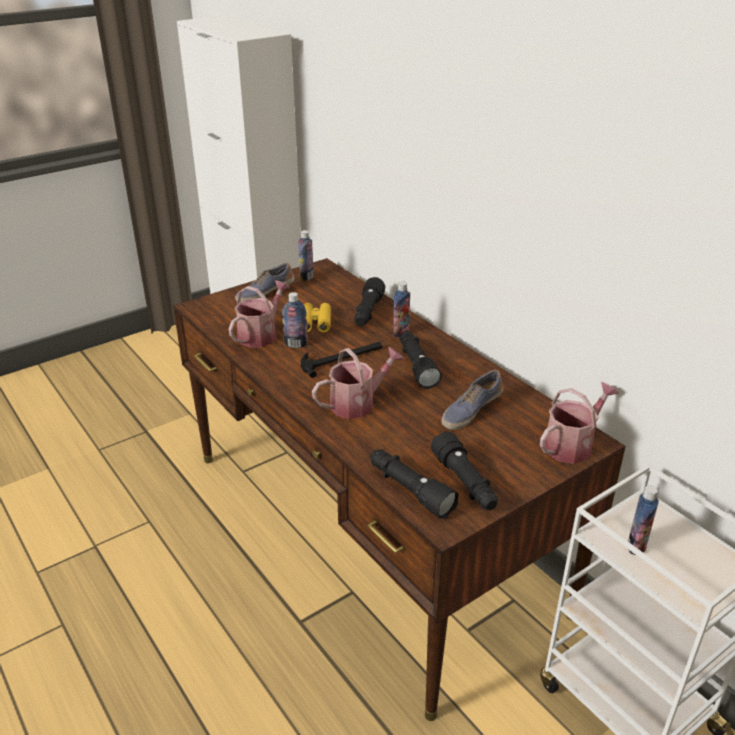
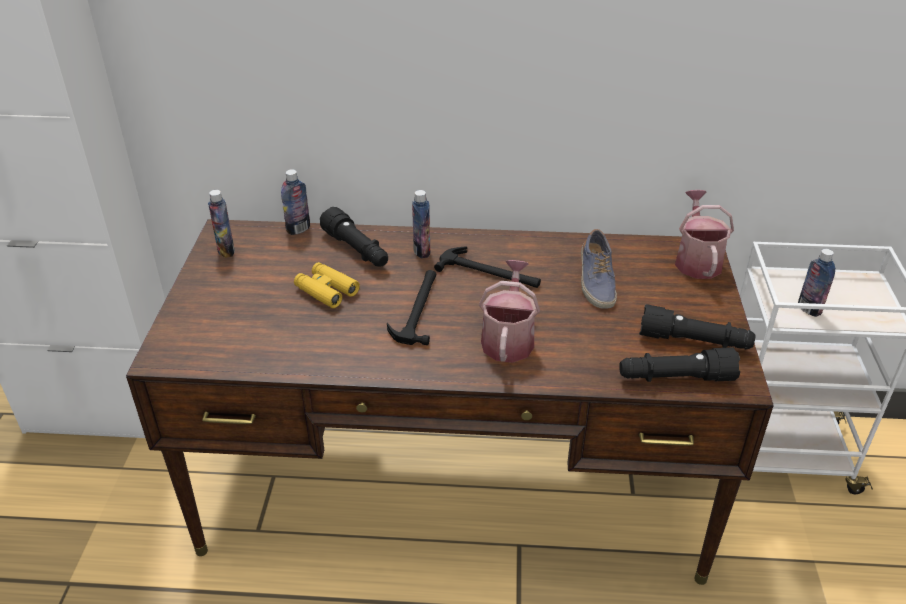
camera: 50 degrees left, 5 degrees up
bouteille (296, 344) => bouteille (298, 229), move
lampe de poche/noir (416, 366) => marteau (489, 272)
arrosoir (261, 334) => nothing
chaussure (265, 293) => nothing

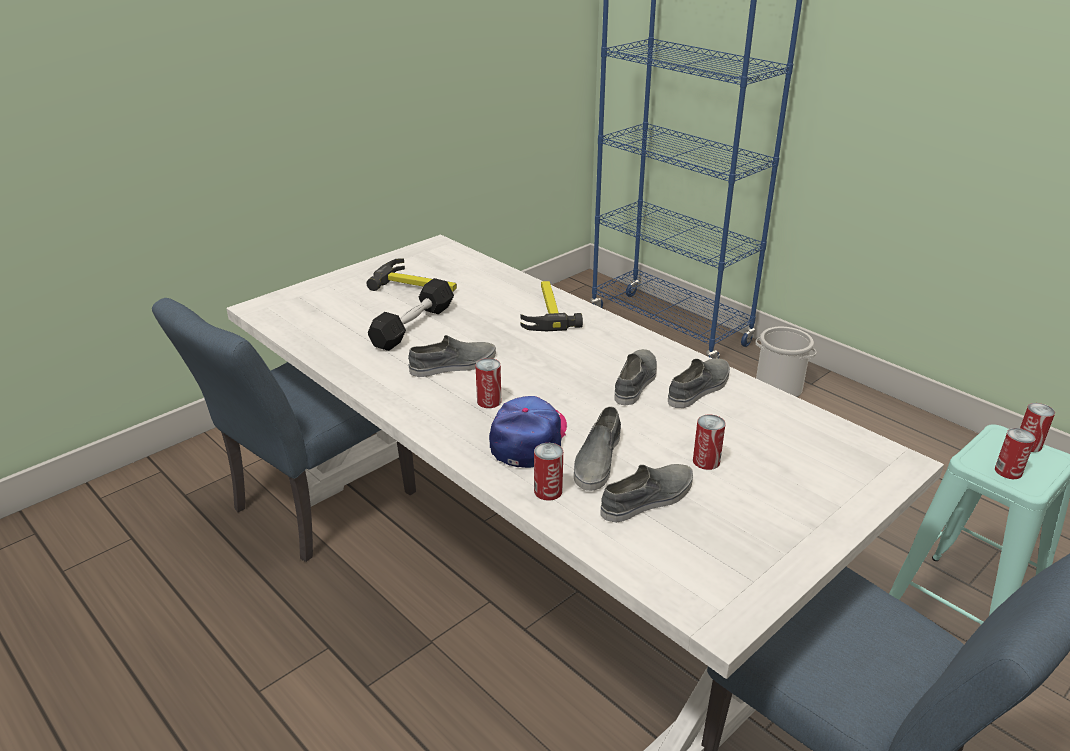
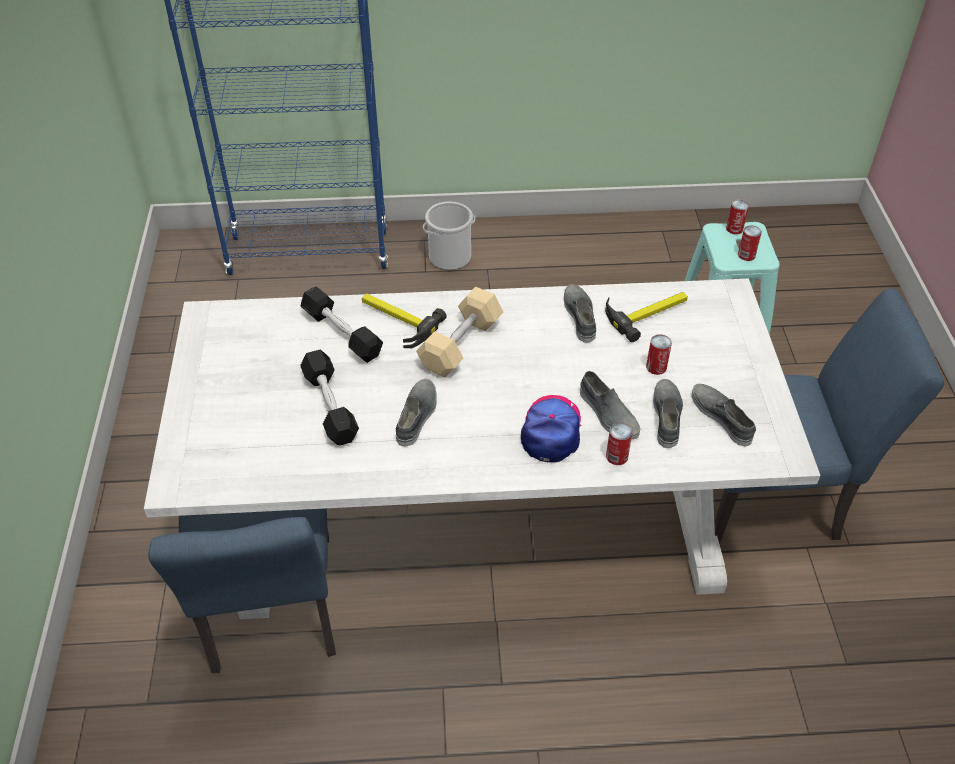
camera: 50 degrees left, 15 degrees up
nothing => haltère/noir (342, 333)
nothing => haltère/beige (460, 345)
casquette (529, 438) => casquette (551, 430), 45 degrees clockwise
marteau (418, 285) => marteau (647, 313), move
chaussure/gris (635, 382) => chaussure/gris (722, 417), move
boîte métallique (489, 401) => nothing

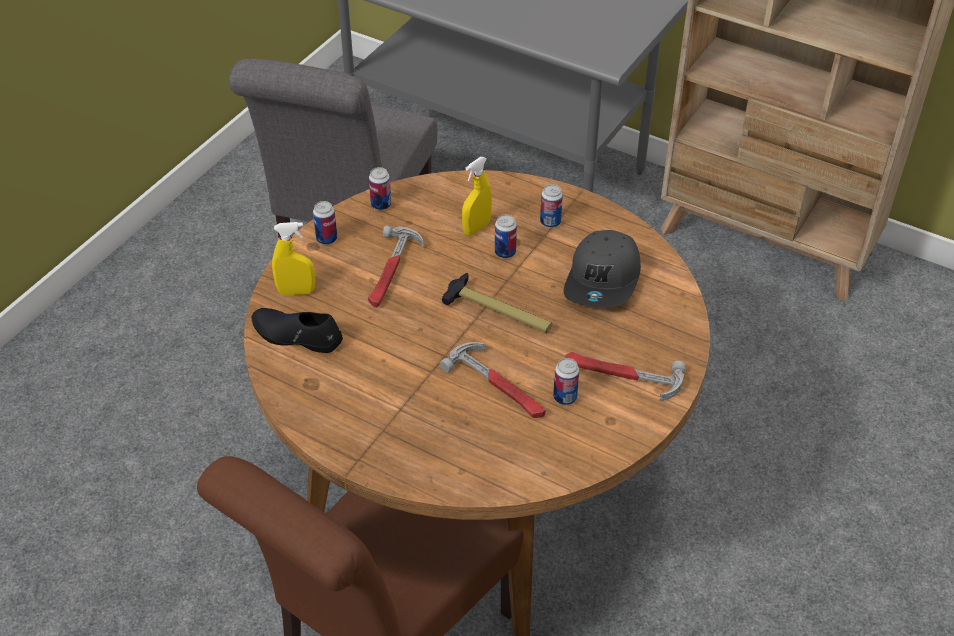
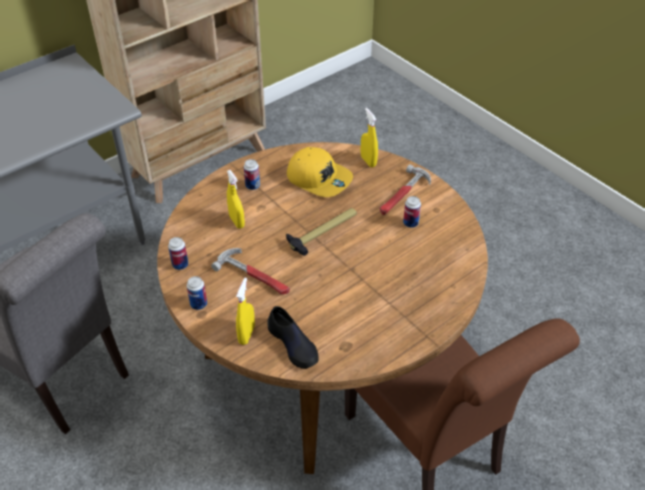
camera: 70 degrees left, 0 degrees up
chaussure/noir (296, 335) => chaussure/noir (293, 344), 75 degrees counterclockwise
casquette/gris (603, 280) => casquette/jaune (319, 178)
nothing => vaporisateur/jaune (368, 161)
marteau (499, 385) => nothing
boîte métallique (505, 252) => nothing

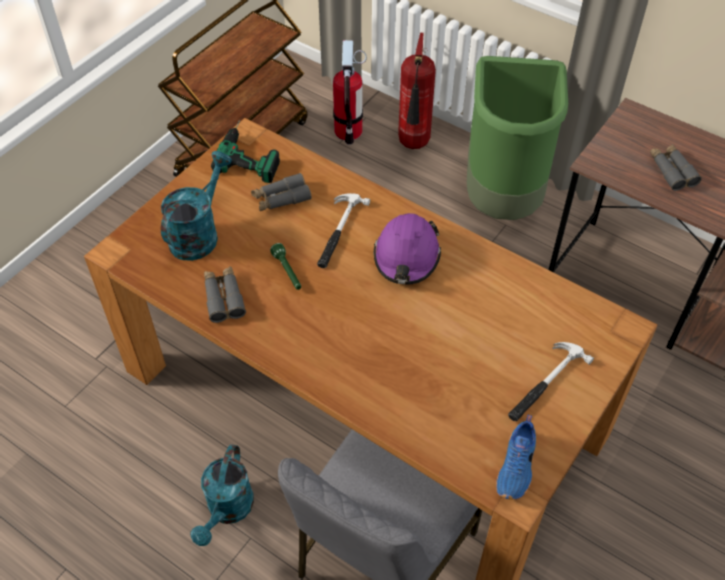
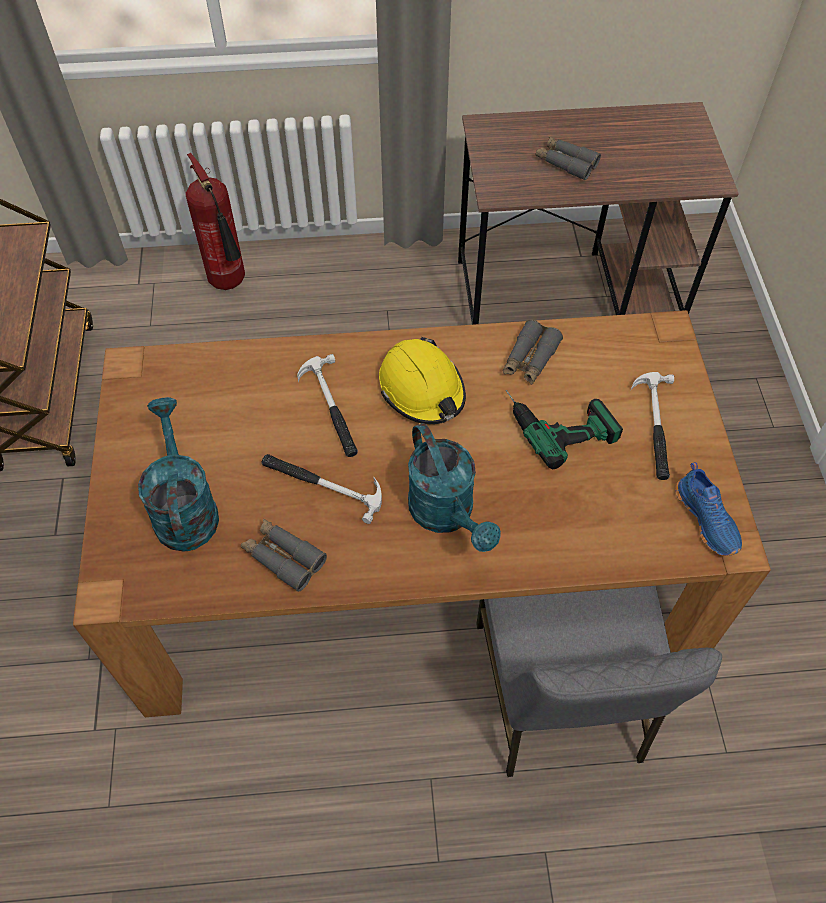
camera: 40 degrees left, 5 degrees up
lampe de poche/vert (287, 272) => marteau (322, 484)
casque de chantier/violet (406, 257) => casque de chantier/jaune (422, 390)
arrosoir/turquoise (227, 510) => arrosoir/turquoise (447, 515), move
jumelles/gris (281, 199) => jumelles/gris (530, 359), move
perceuse (251, 153) => perceuse (557, 420), move
extincteur (348, 131) => nothing
poubelle/vert (503, 200) => nothing

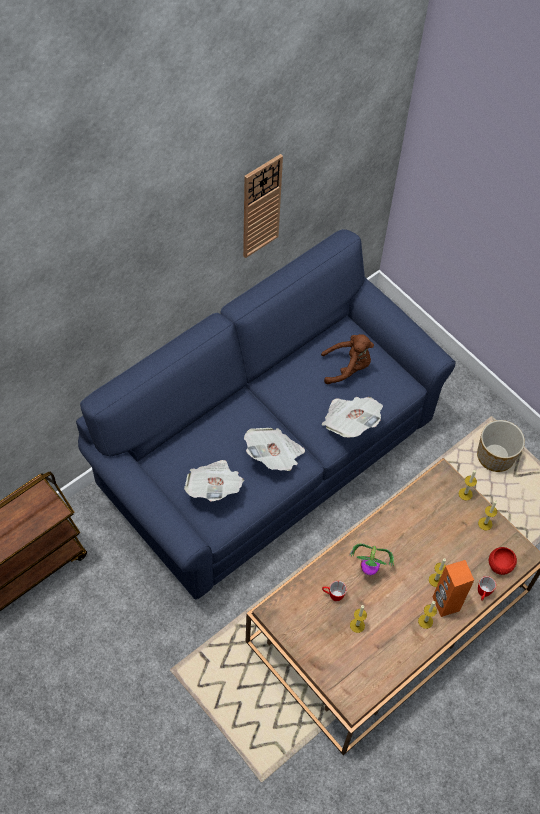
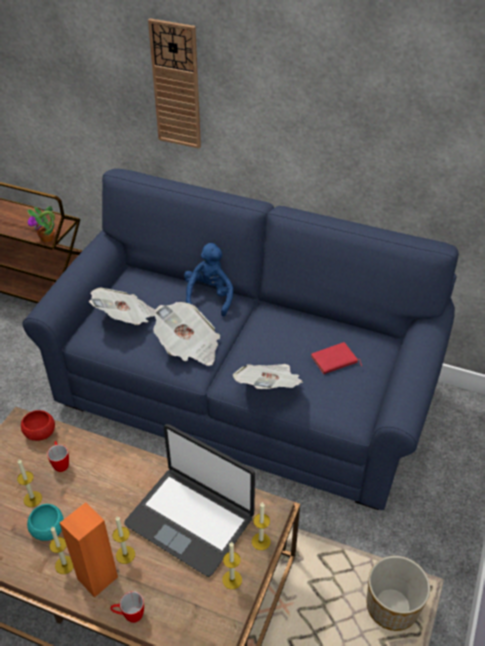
camera: 65 degrees right, 15 degrees down
bol/rouge (499, 565) => bol/rouge (40, 434), move
nothing => bol/turquoise (48, 530)
plante en pot (369, 568) => plante en pot (47, 238), move
nothing => ordinateur portable (190, 520)
horloge murale (261, 206) => horloge murale (176, 85), move
nothing => peluche/bleu (209, 297)
peluche/marron (347, 367) => livre/rouge (334, 361)

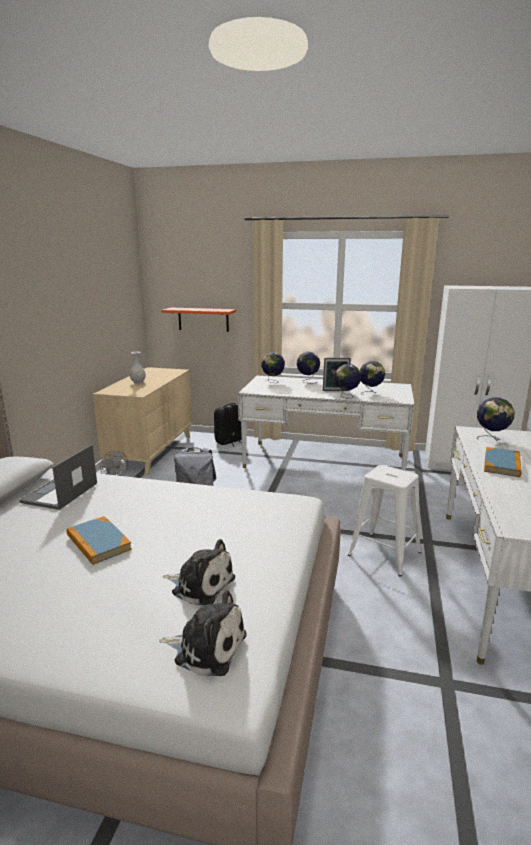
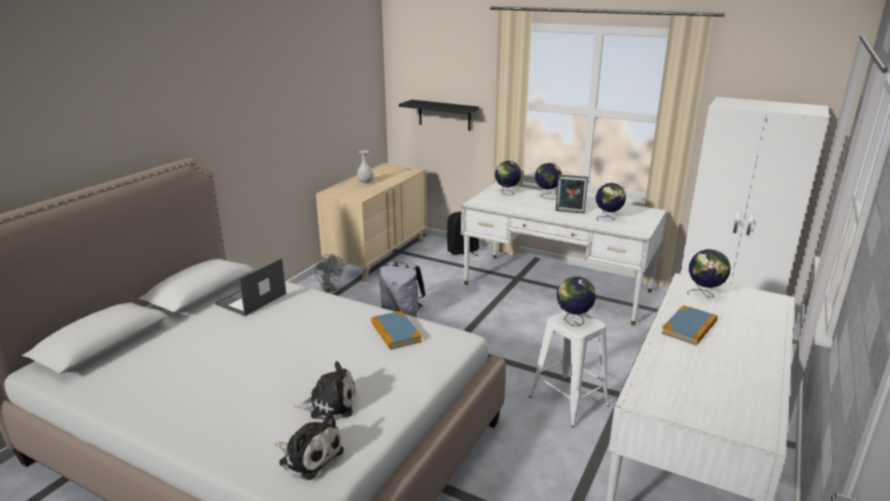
camera: 15 degrees right, 5 degrees up
peluche (200, 584) => peluche (329, 404), 45 degrees counterclockwise
livre (98, 542) => livre (395, 332), move
étagère/orange (203, 319) => étagère/noir (444, 115)
globe (346, 397) => globe (573, 321), move

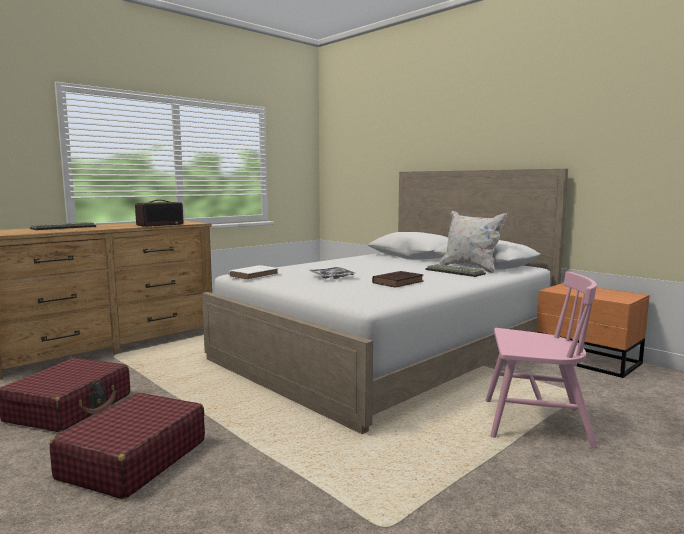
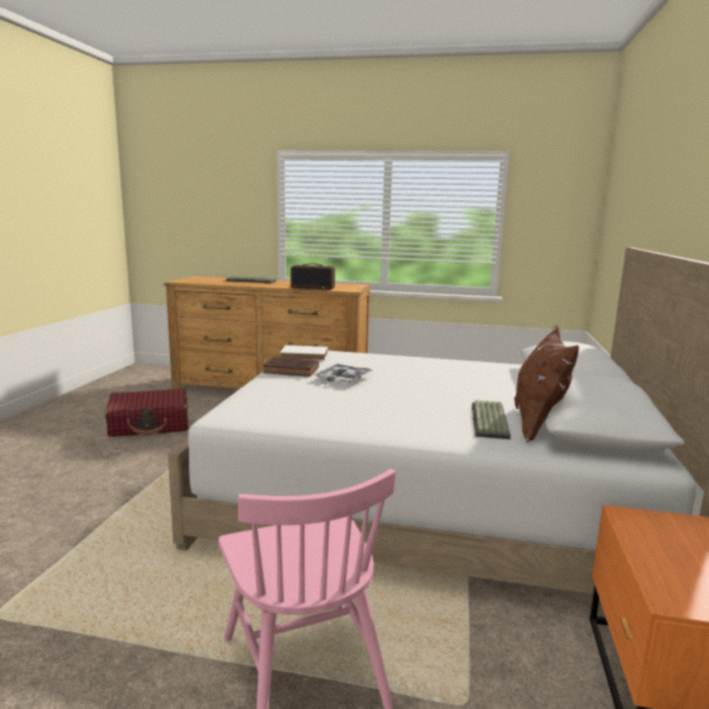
camera: 55 degrees right, 5 degrees up
livre/marron (398, 282) => livre/marron (292, 370), move
coussin/blanc (470, 268) => coussin/marron (538, 424)
valise/rouge (133, 459) => nothing

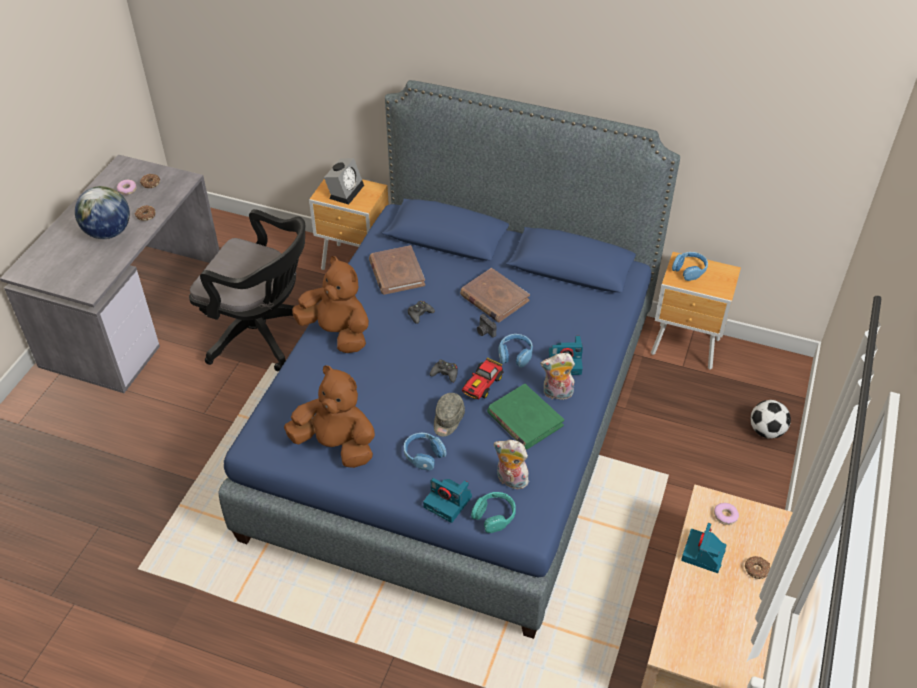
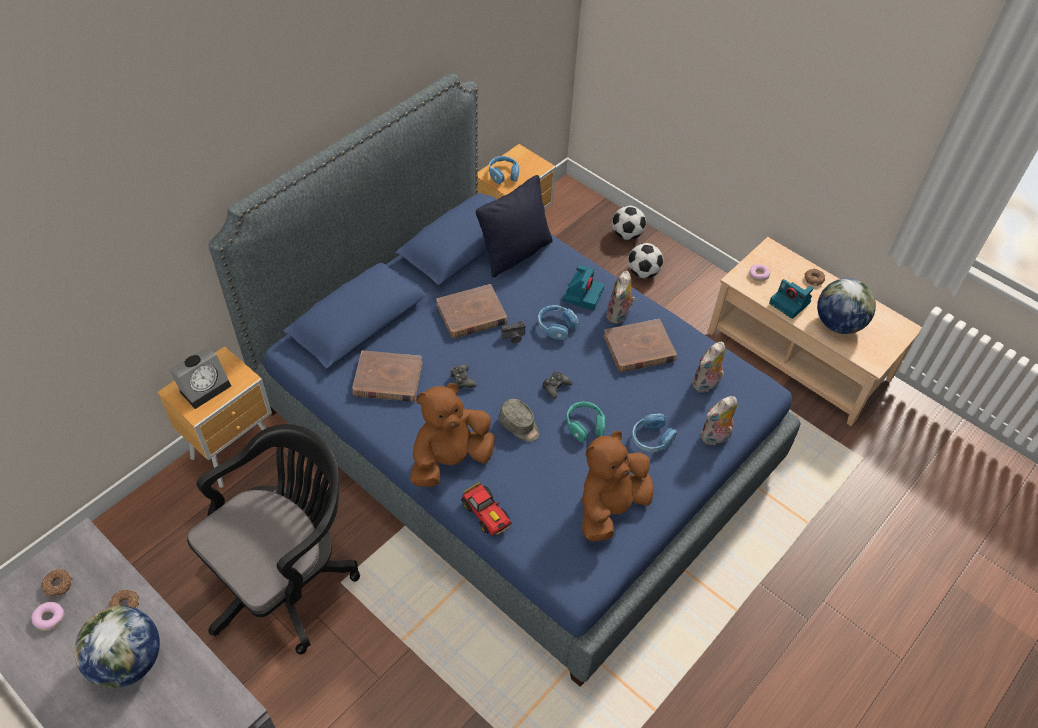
camera: 70 degrees left, 5 degrees up
réveil (345, 190) => réveil (205, 386), 90 degrees clockwise
petite voiture (482, 385) => petite voiture (486, 515), move
nothing => coussin/noir (515, 253)
casquette/gris (448, 420) => casquette/gris (519, 425), move
casque audio/turquoise (494, 516) => casque audio/turquoise (584, 425), move
livre/vert (524, 419) => livre/marron (639, 349)
nothing => ballon de foot (643, 272)
appareil photo (449, 502) => peluche (715, 438)
nothing => globe (838, 324)

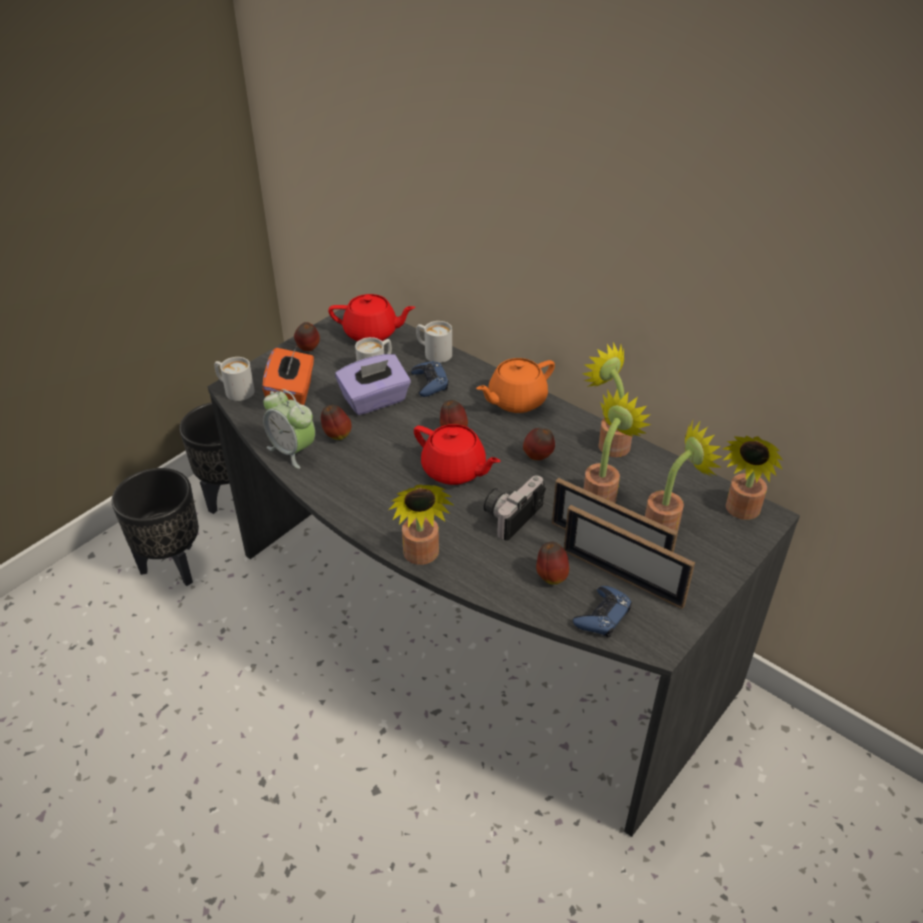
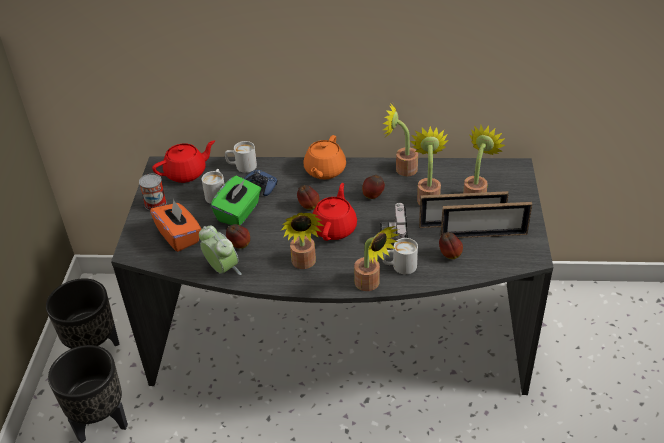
camera: 35 degrees left, 0 degrees up
pomme (308, 350) => boîte métallique (155, 204)
réveil (292, 451) => réveil (222, 269), 135 degrees counterclockwise
boîte à mouchoirs/violet (375, 401) => boîte à mouchoirs/vert (239, 213)
plante en pot (740, 512) => plante en pot (304, 264), move
théière/rouge (454, 470) => théière/rouge (334, 228), 75 degrees counterclockwise
mug/blanc (234, 390) => mug/blanc (399, 266), move
manette/bleu (602, 616) => nothing

